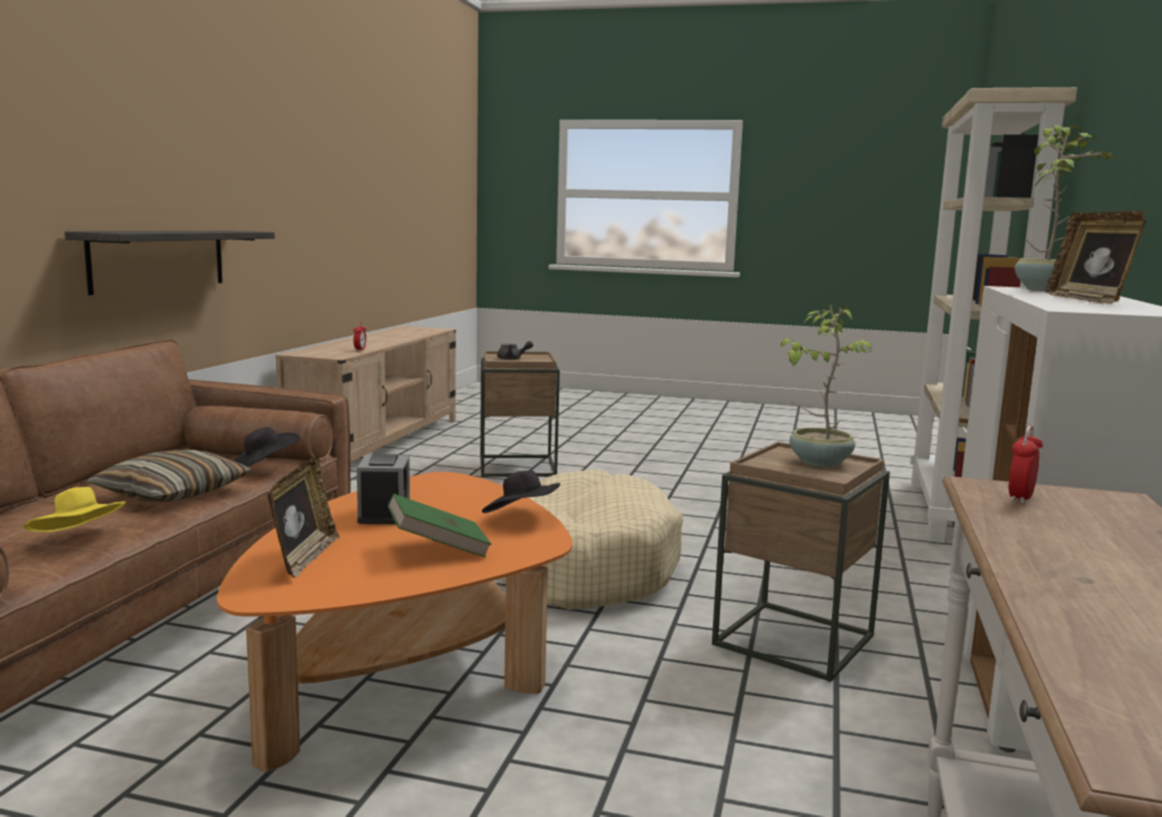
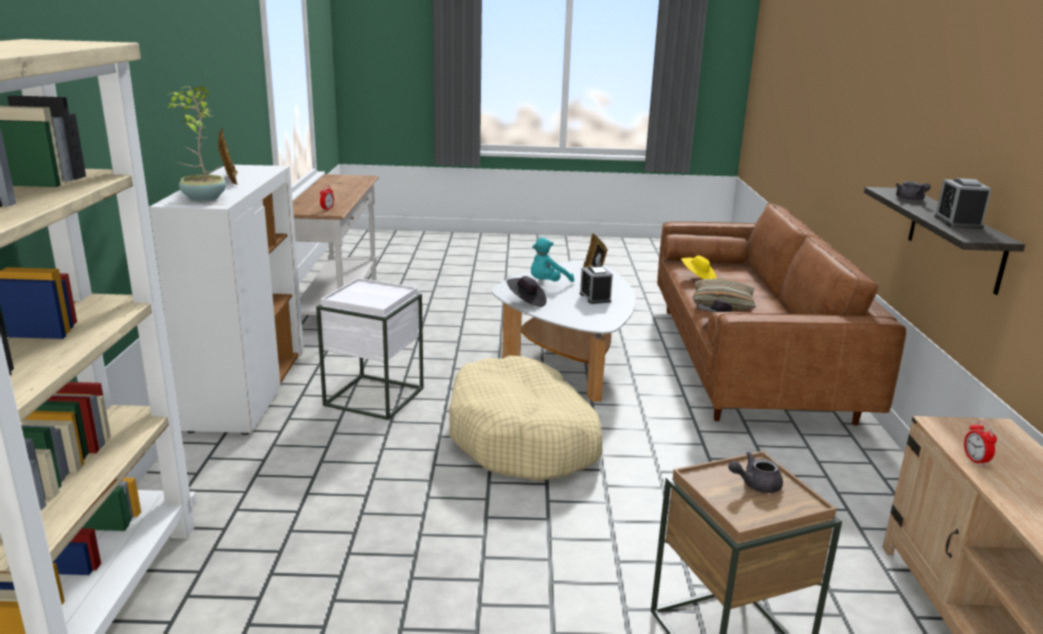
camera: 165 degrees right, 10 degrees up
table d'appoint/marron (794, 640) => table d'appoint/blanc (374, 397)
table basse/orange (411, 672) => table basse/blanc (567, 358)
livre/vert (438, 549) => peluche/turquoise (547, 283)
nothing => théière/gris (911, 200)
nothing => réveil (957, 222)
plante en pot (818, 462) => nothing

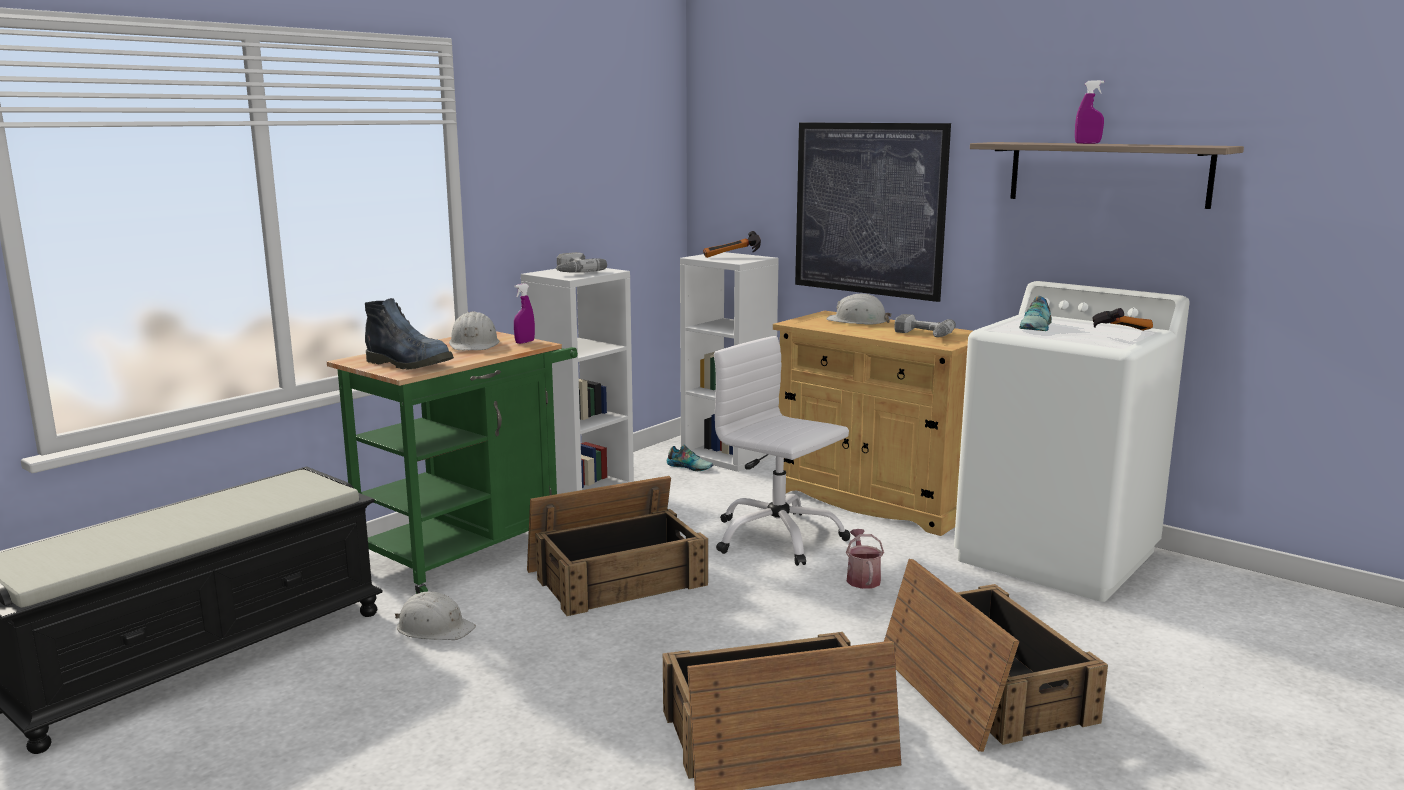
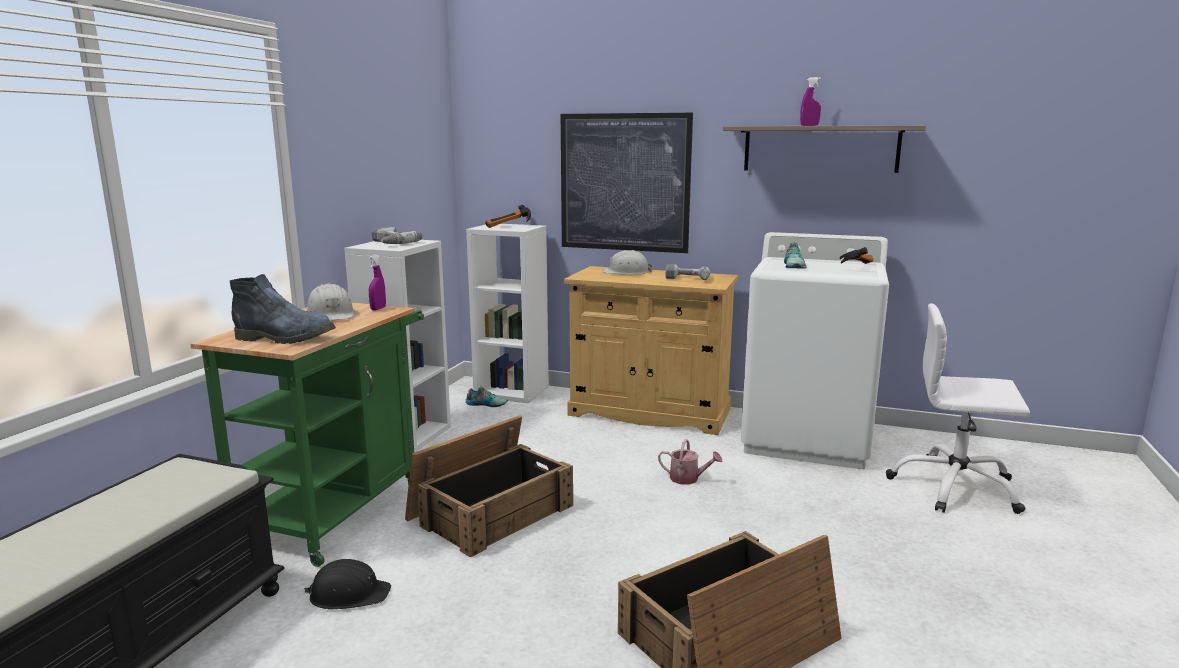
camera: 20 degrees left, 0 degrees up
casque de chantier/blanc (434, 628) => casque de chantier/noir (349, 594)
arrosoir (862, 578) => arrosoir (688, 479), 135 degrees clockwise
chaise de bureau/blanc (777, 537) => chaise de bureau/blanc (955, 487), move
caisse (981, 687) => nothing

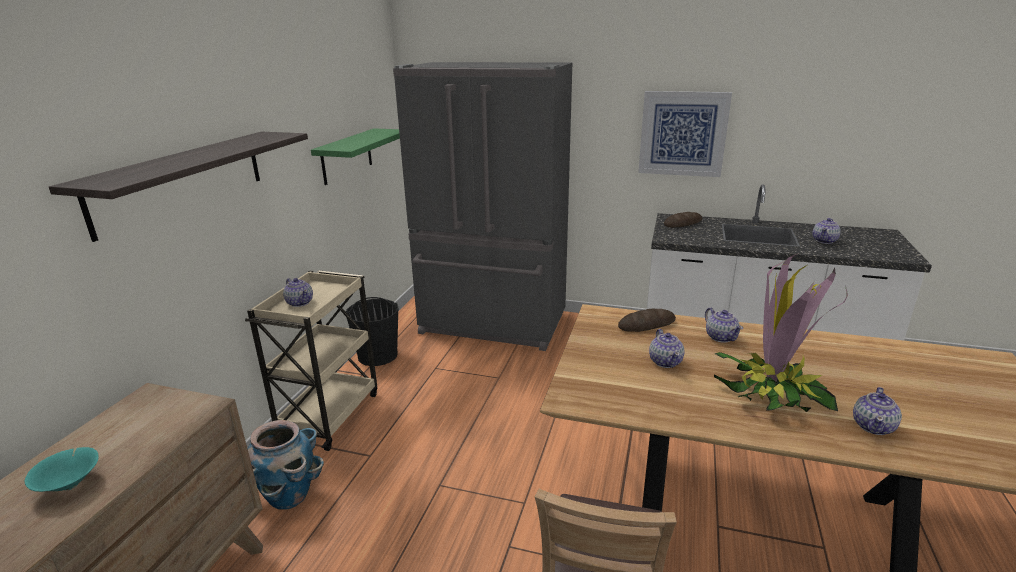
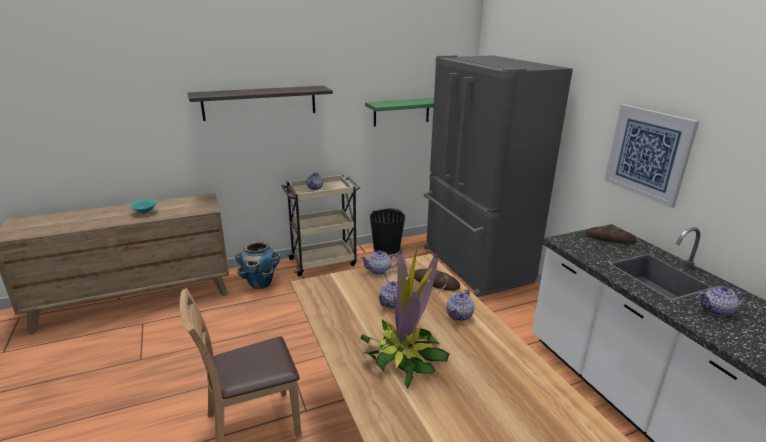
camera: 50 degrees right, 0 degrees up
théière (873, 426) => théière (379, 271), move

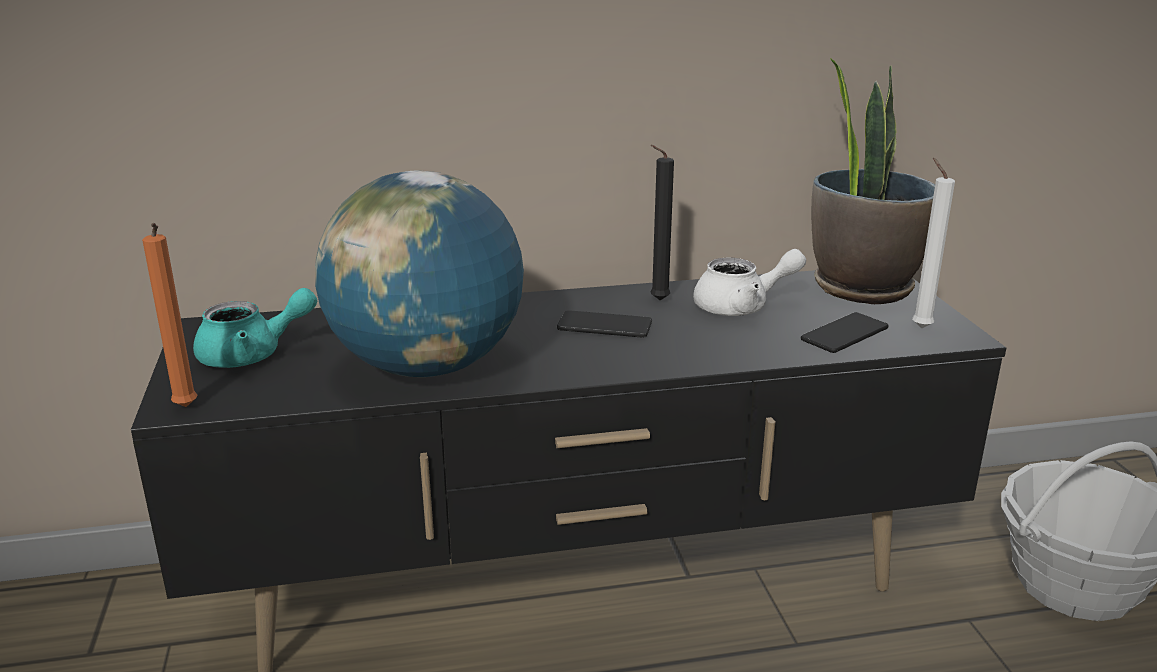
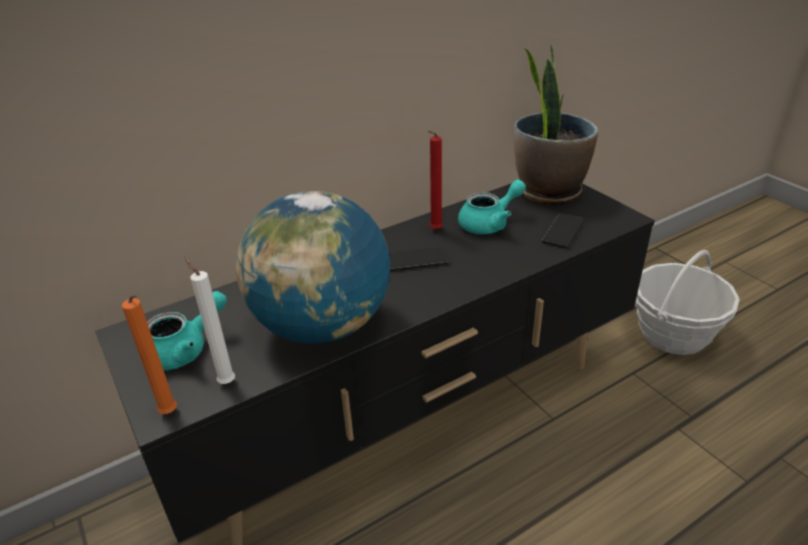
camera: 20 degrees left, 10 degrees up
bougie/blanc (919, 327) => bougie/blanc (225, 381), move
bougie/noir (656, 301) => bougie/rouge (434, 230)
théière/blanc (742, 307) => théière/turquoise (490, 223)

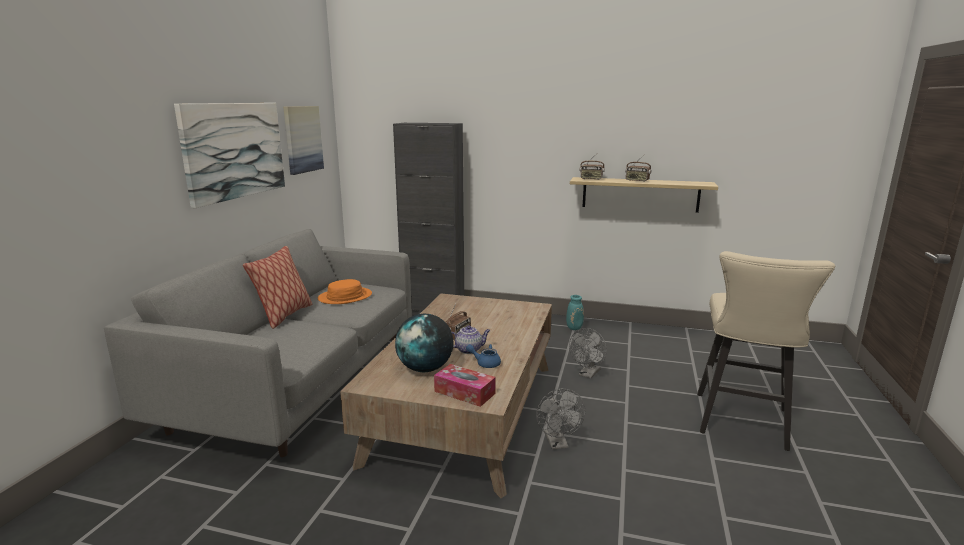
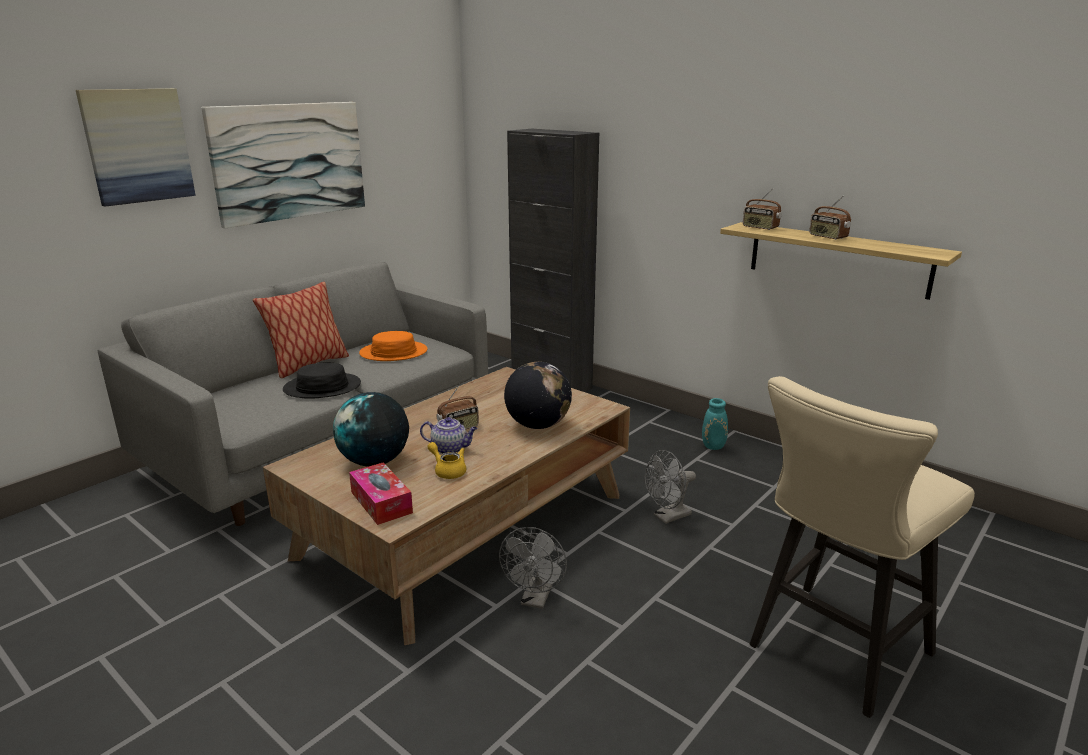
camera: 25 degrees right, 5 degrees up
tableau (302, 139) => tableau (137, 146), move
nothing => chapeau/noir (322, 387)
théière/bleu (485, 363) => théière/jaune (448, 471)
nothing => globe (538, 425)

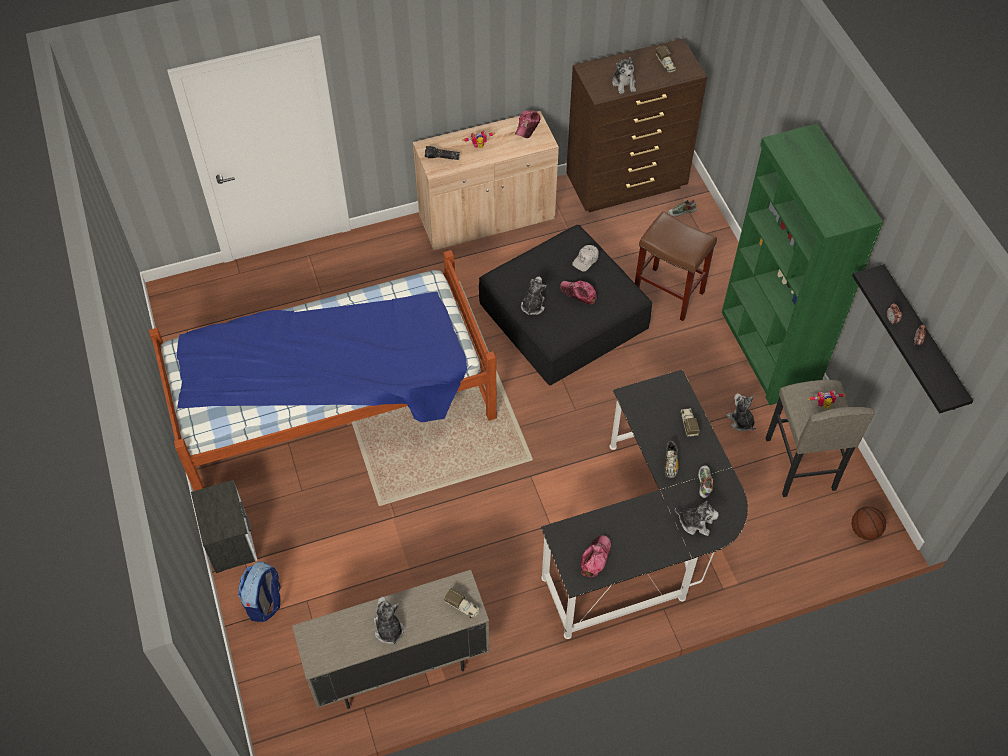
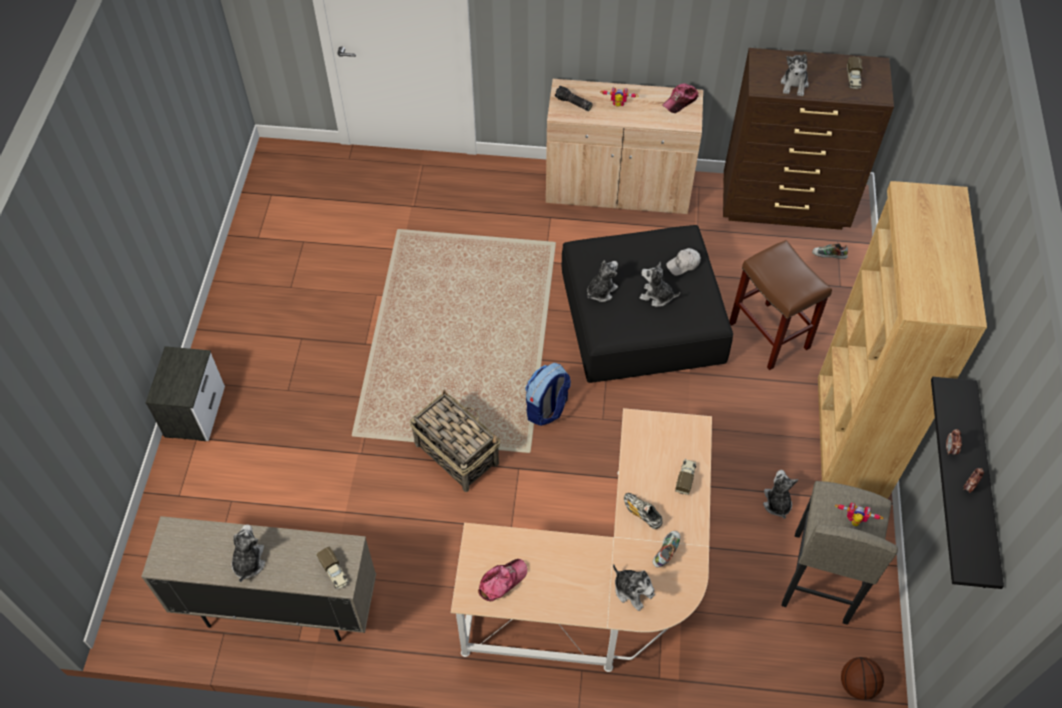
camera: 25 degrees right, 0 degrees up
nothing => panier (456, 453)
bureau/noir (646, 539) => bureau/beige (604, 586)
sac à dos (265, 602) => sac à dos (547, 409), move
chaussure (670, 463) => chaussure (642, 513), 105 degrees clockwise
casquette (578, 293) => peluche (656, 296)
bibliothèque/vert (767, 351) => bibliothèque/marron (848, 439)
lit (334, 406) => nothing

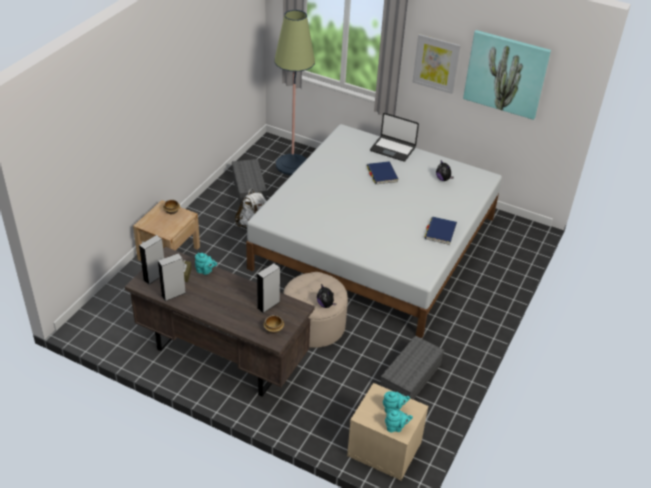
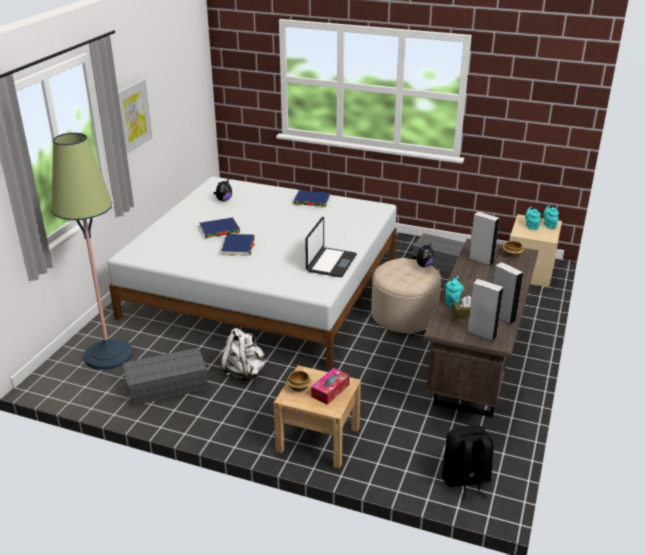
camera: 95 degrees left, 10 degrees down
nothing => livre/bleu (238, 247)
ordinateur portable (393, 149) => ordinateur portable (330, 263), move
nothing => boîte à mouchoirs (330, 390)
nothing => sac à dos/noir (465, 481)
tableau (506, 74) => nothing

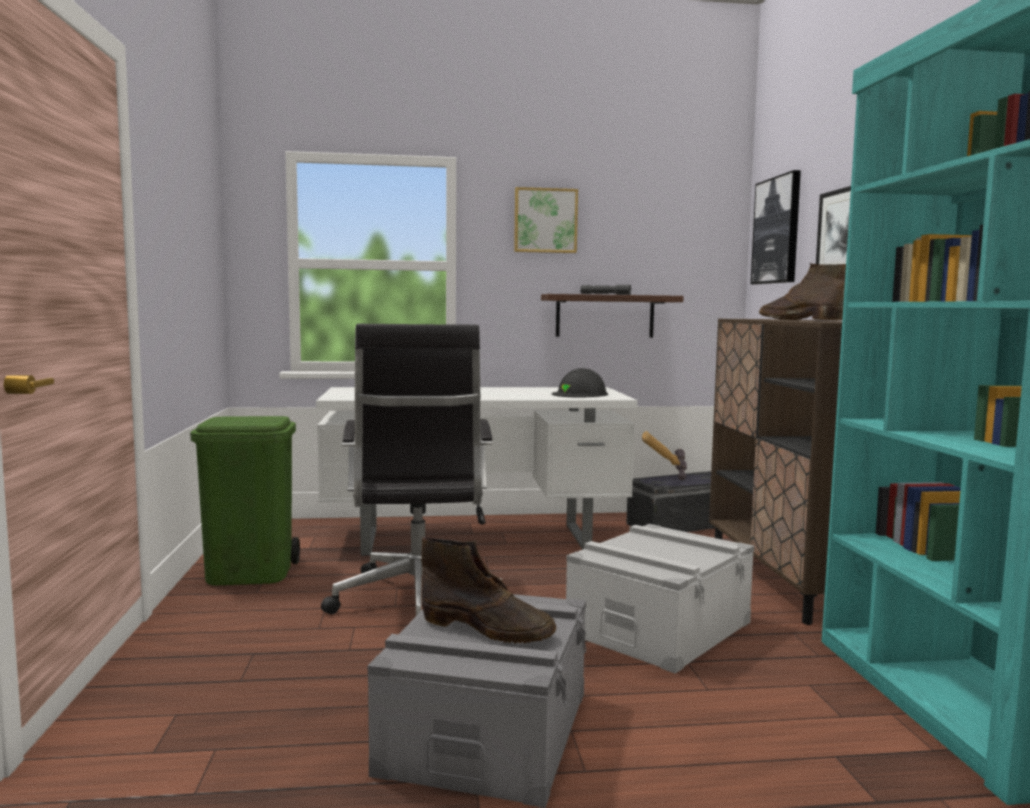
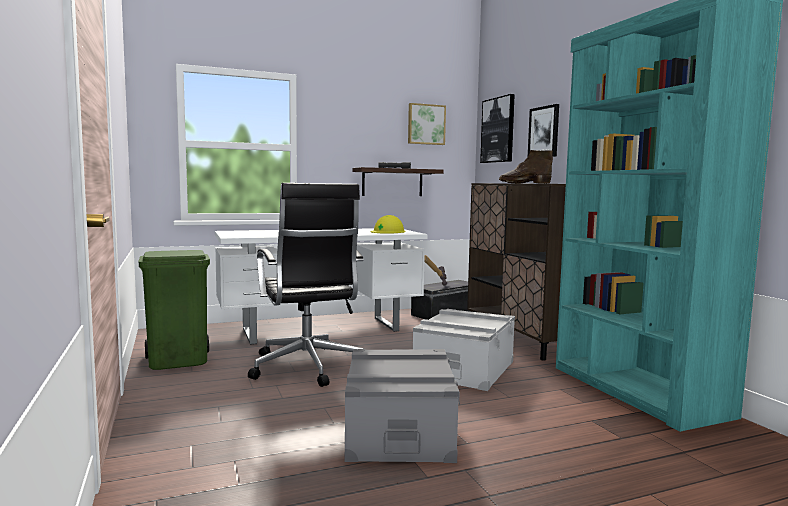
camera: 15 degrees left, 0 degrees up
casque de chantier/noir (580, 394) => casque de chantier/jaune (388, 231)
tableau (545, 221) => tableau (426, 124), move
botte/marron (488, 628) => nothing

